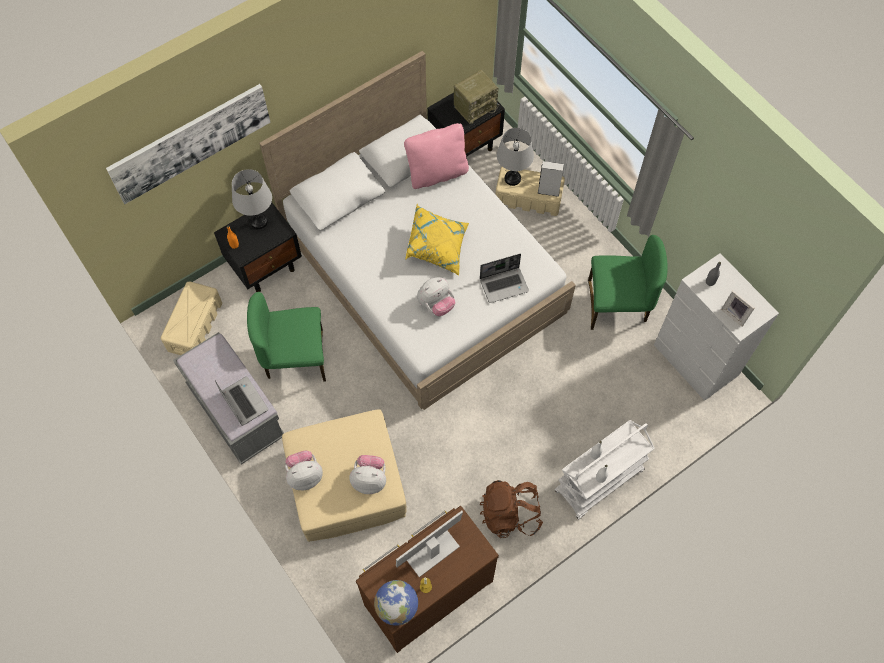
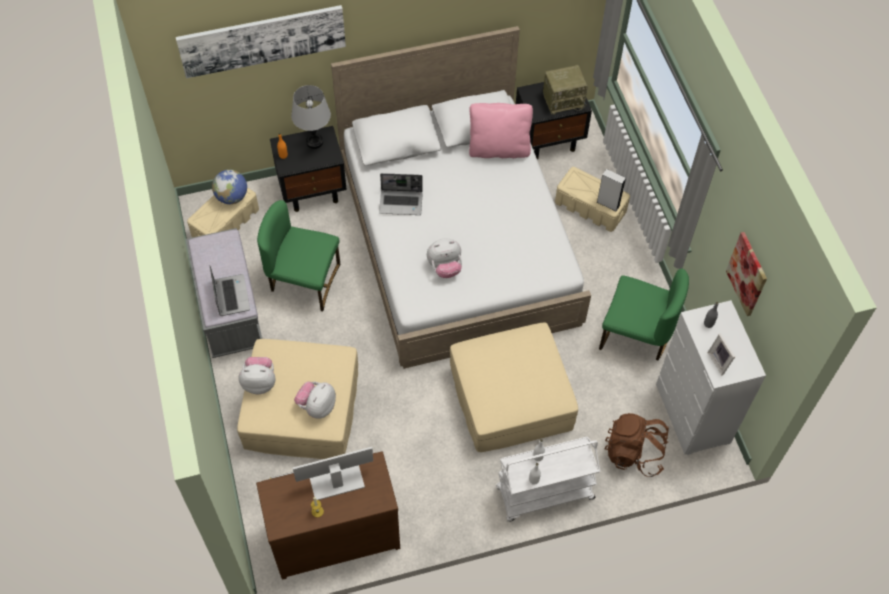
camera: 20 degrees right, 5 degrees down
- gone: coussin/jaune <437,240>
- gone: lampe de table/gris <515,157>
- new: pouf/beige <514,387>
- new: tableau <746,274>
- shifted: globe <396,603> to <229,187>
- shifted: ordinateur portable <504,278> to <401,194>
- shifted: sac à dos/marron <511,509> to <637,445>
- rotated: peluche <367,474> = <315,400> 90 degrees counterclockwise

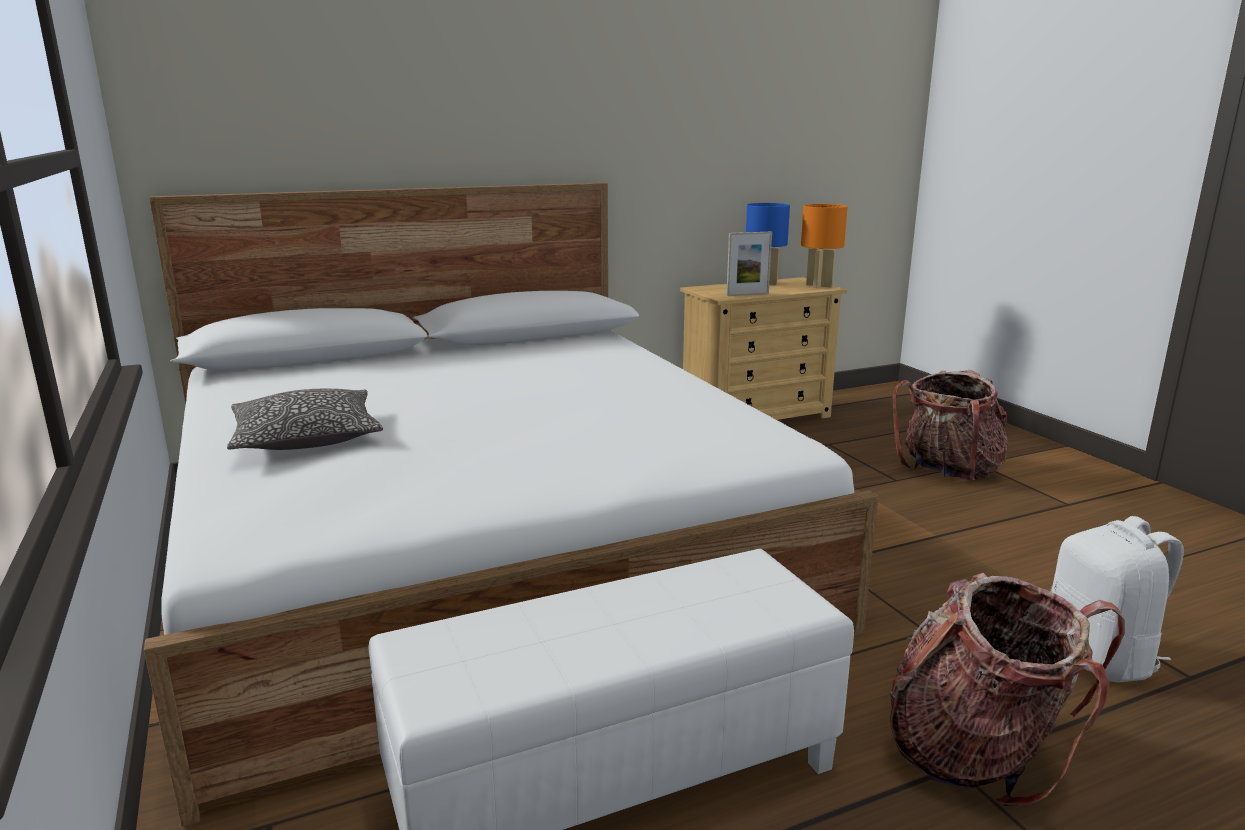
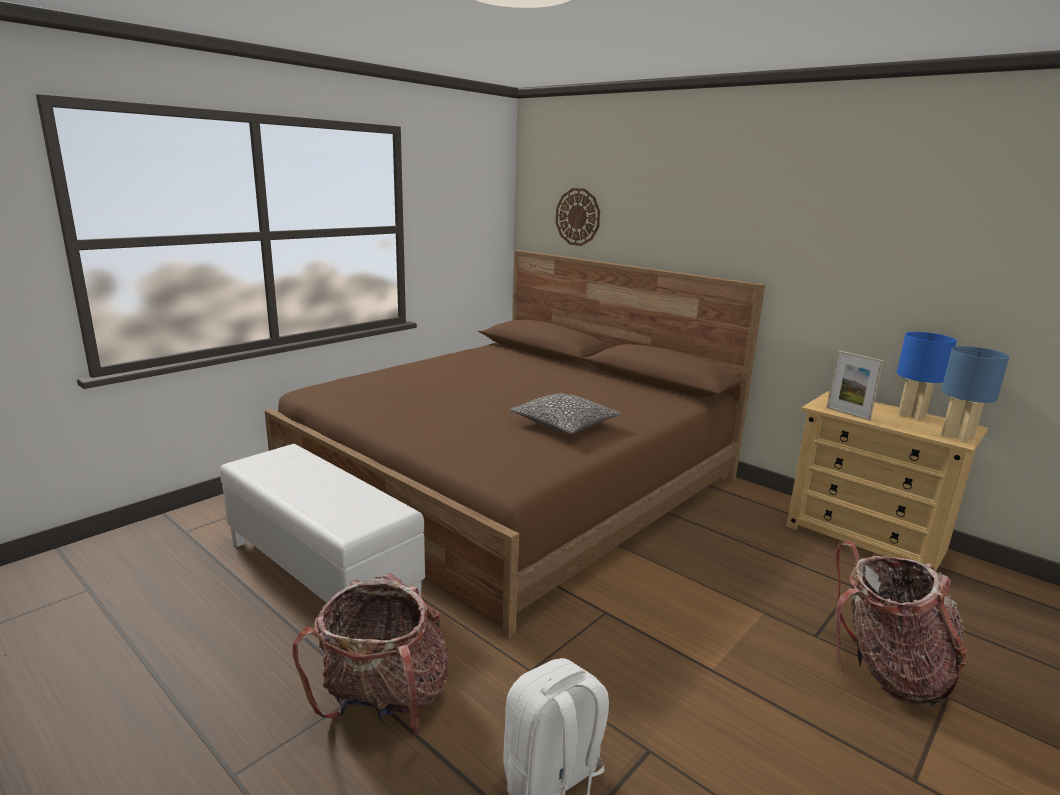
camera: 65 degrees right, 0 degrees up
- new: horloge murale <577,217>
- shifted: coussin <305,419> to <565,413>
- repainted: lit/blanc <511,504> to lit/marron <515,444>
- repainted: lampe de table/orange <824,246> to lampe de table/bleu <975,394>

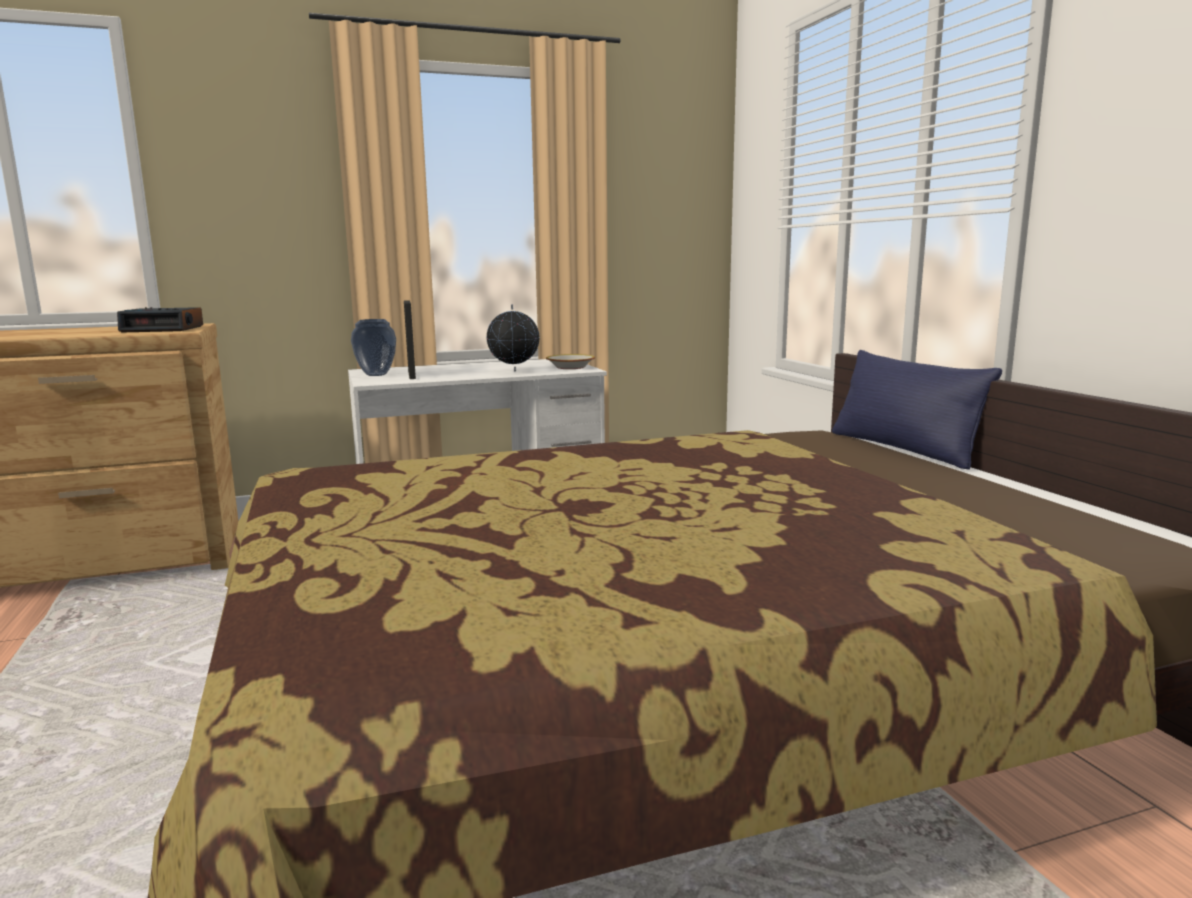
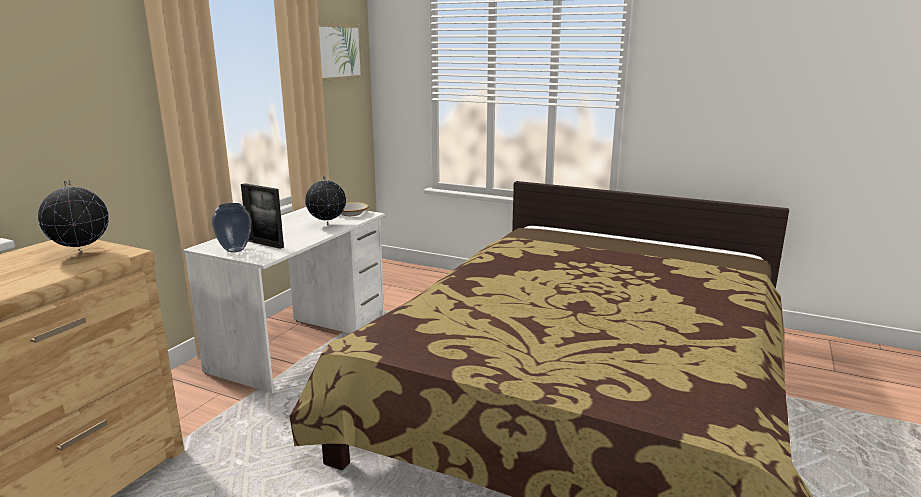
camera: 45 degrees left, 5 degrees up
- gone: coussin/bleu <917,410>
- new: tableau <341,52>
- swapped: réveil <160,319> to globe <73,217>

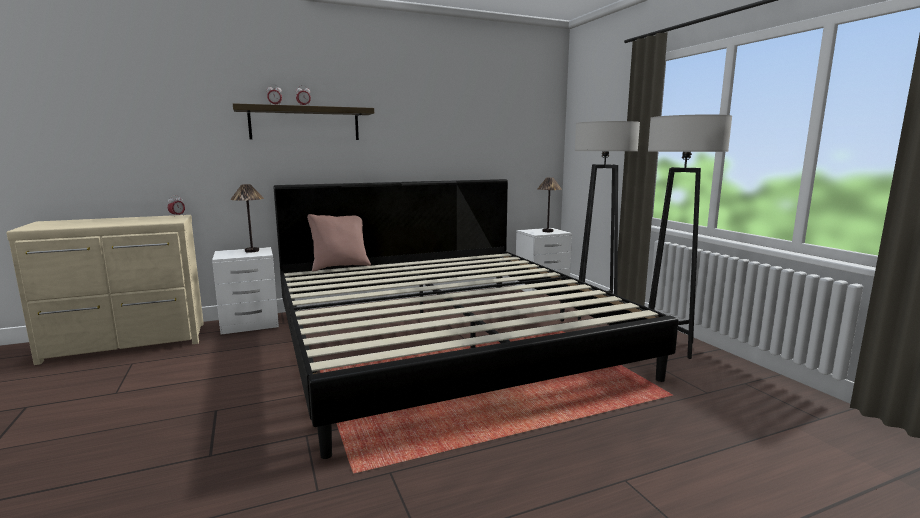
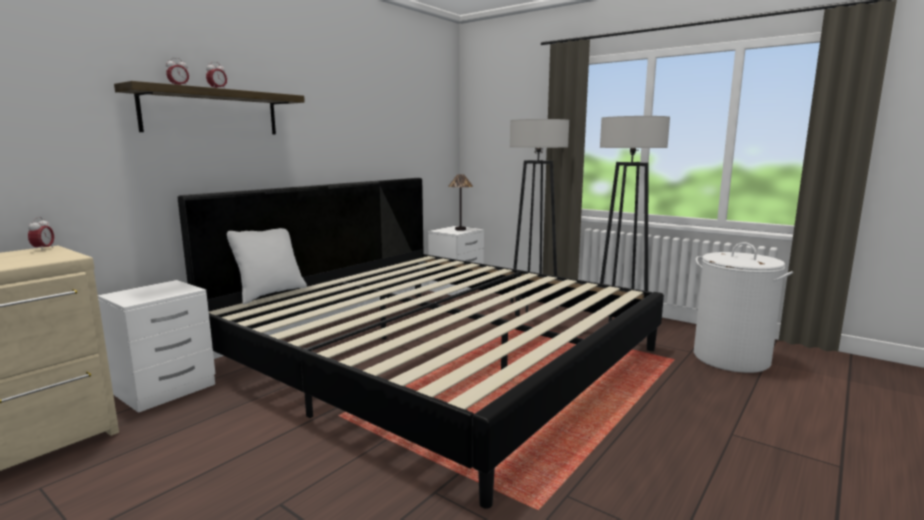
camera: 30 degrees left, 0 degrees up
- gone: lampe de table <247,218>
- new: panier à linge/blanc <743,307>
- repainted: coussin/rose <339,243> to coussin/blanc <267,266>

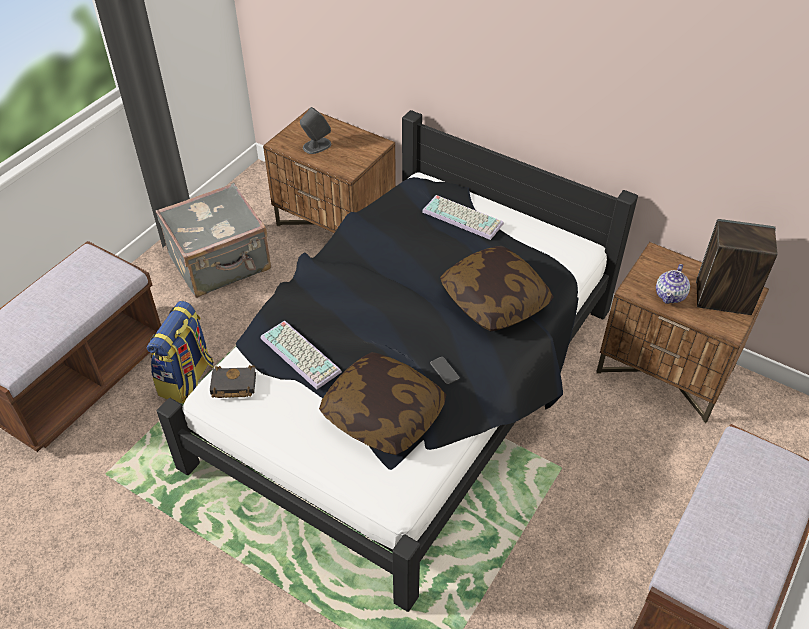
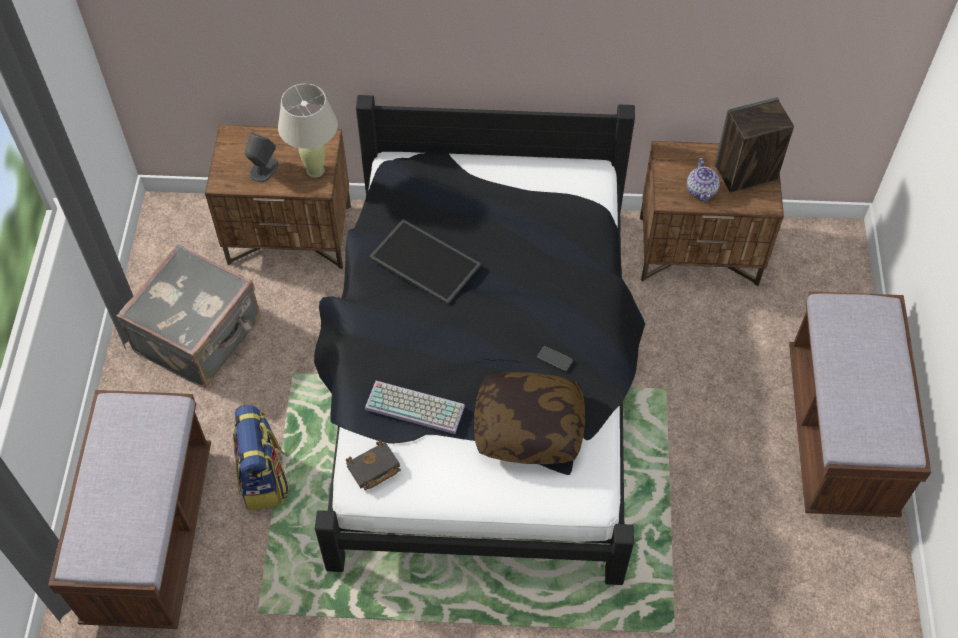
camera: 30 degrees left, 10 degrees up
- gone: clavier <463,217>
- gone: coussin <497,288>
- new: lampe de table/beige <308,130>
- new: plateau <425,262>

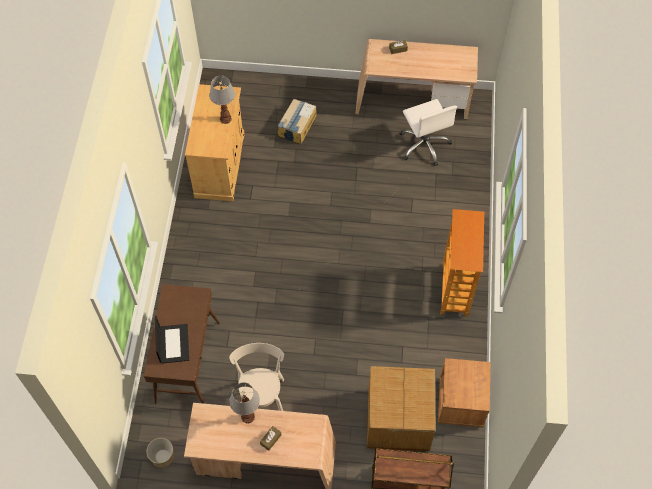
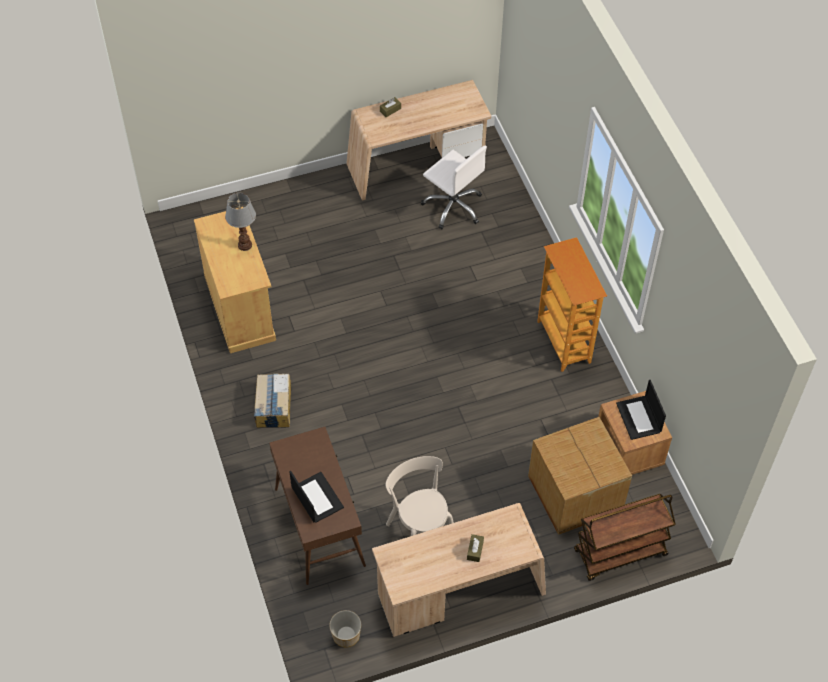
camera: 25 degrees left, 5 degrees down
- gone: lampe de table <244,403>
- new: ordinateur portable <641,410>
- shifted: carton <297,121> to <272,400>

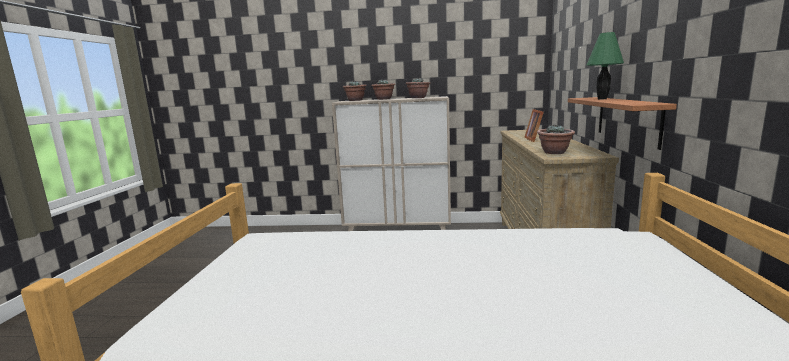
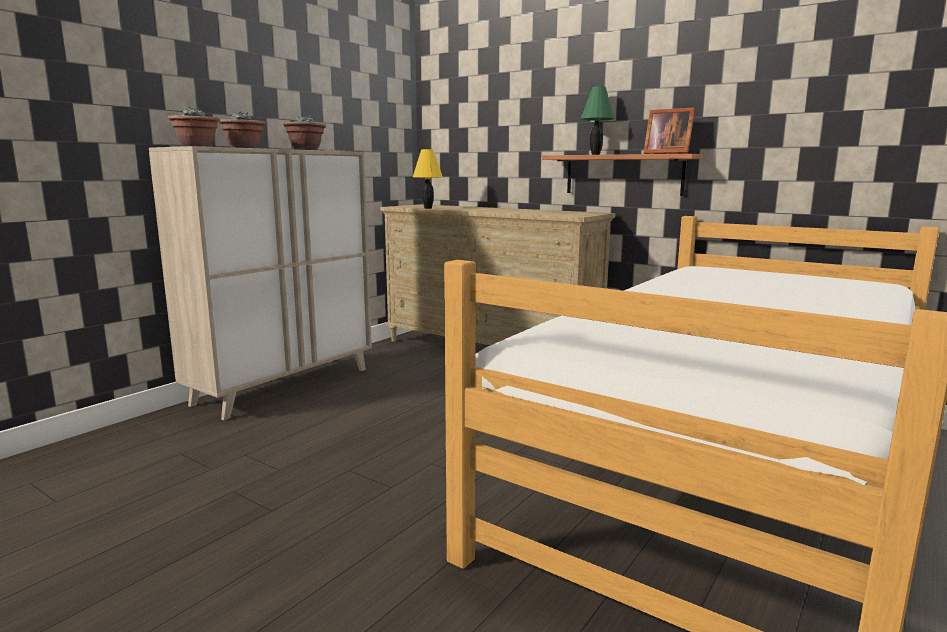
camera: 60 degrees left, 0 degrees up
- gone: plante en pot <556,139>
- new: lampe de table/jaune <428,179>
- shifted: cadre photo <534,125> to <669,131>

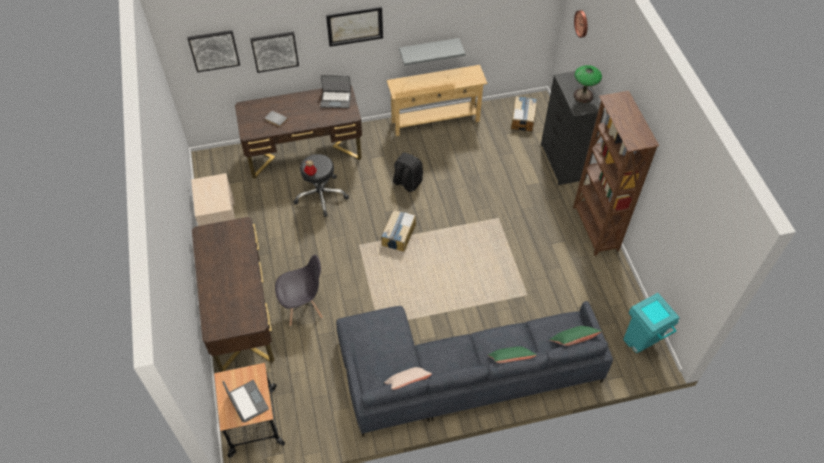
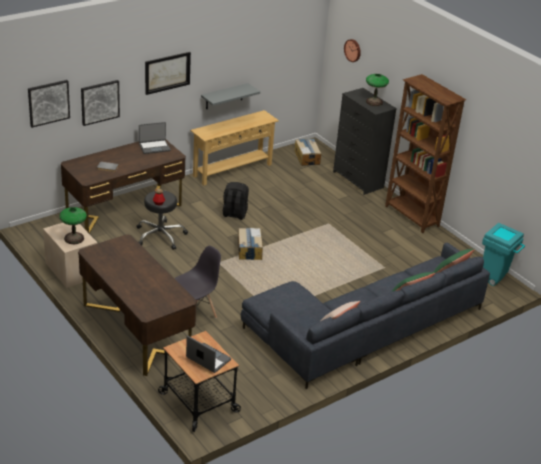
camera: 25 degrees left, 20 degrees down
- new: lampe de table <73,225>

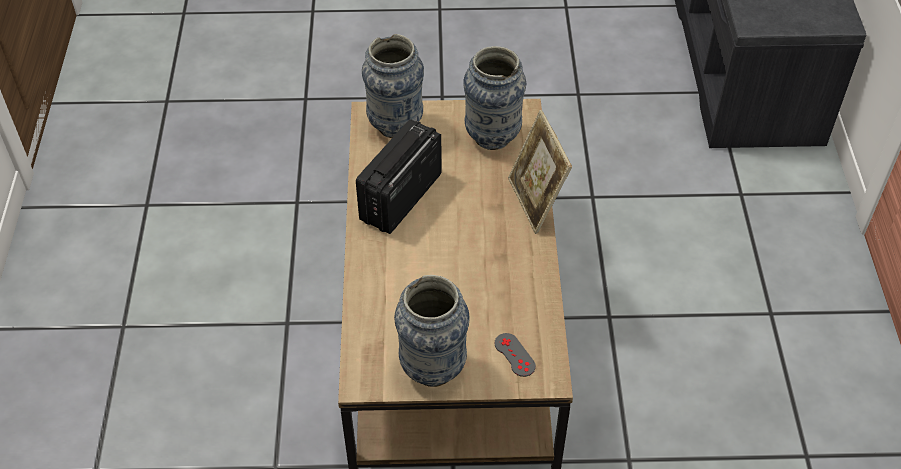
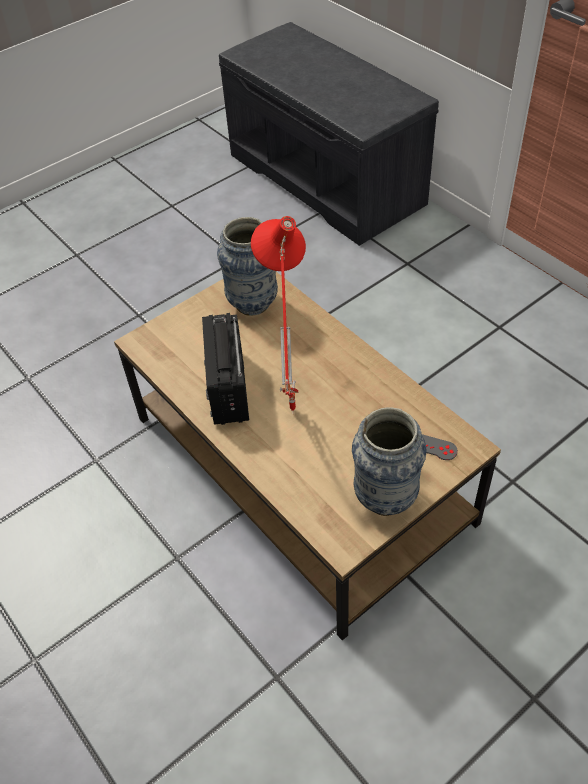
camera: 35 degrees left, 0 degrees up
- gone: vase <393,86>
- gone: cadre photo <540,172>
- new: lampe de table/rouge <278,313>

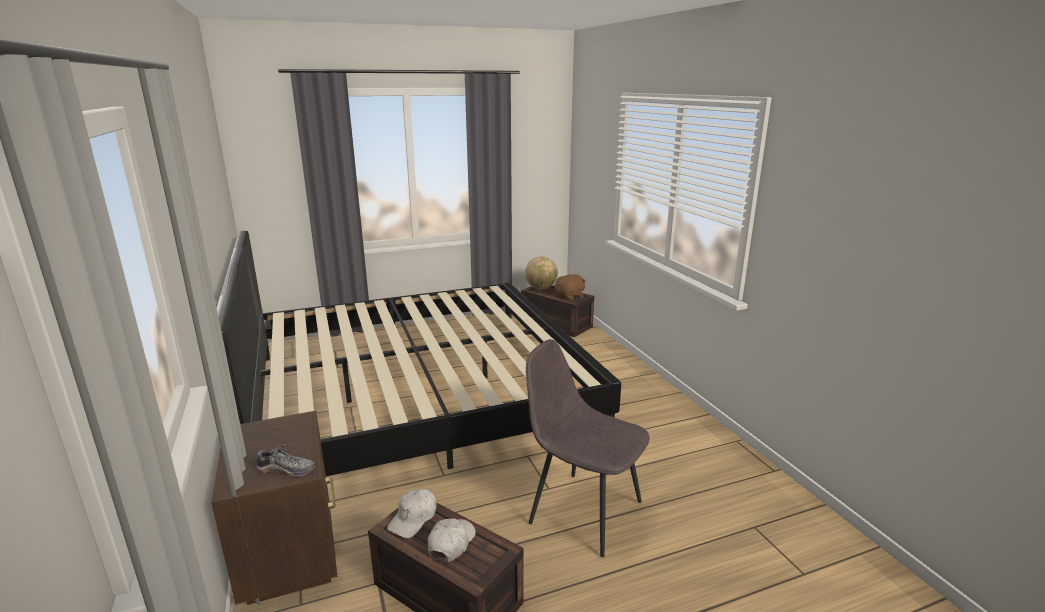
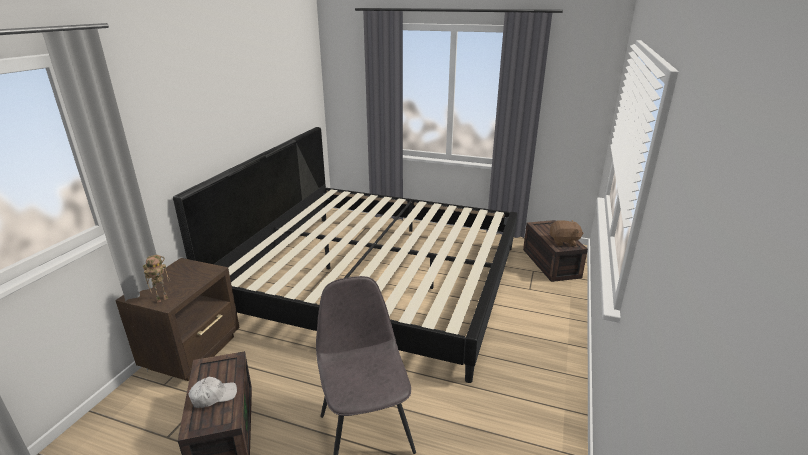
camera: 40 degrees right, 5 degrees up
- gone: casquette/blanc <412,513>
- gone: globe <541,272>
- swapped: chaussure <285,460> to robot jouet <156,278>

